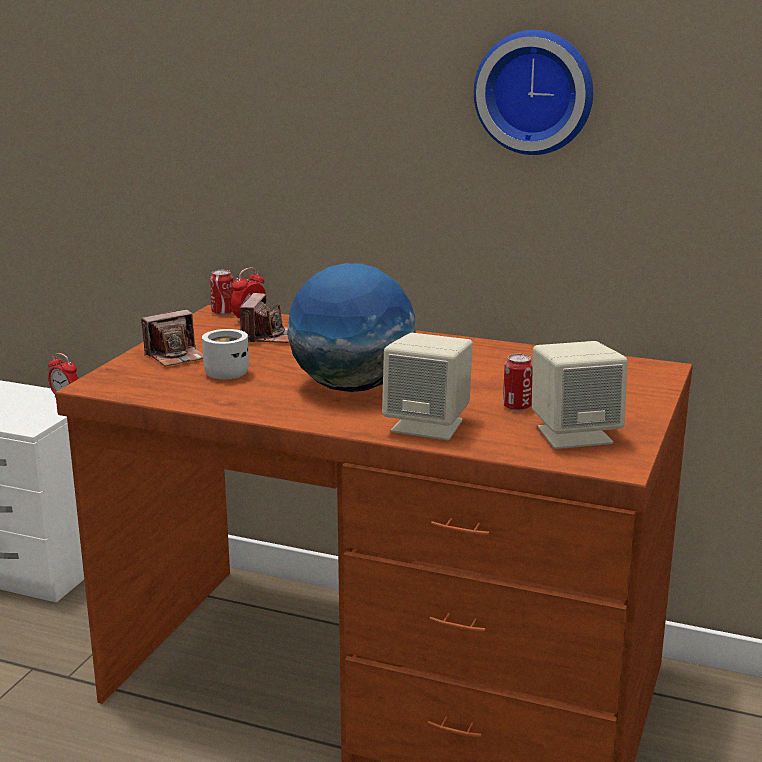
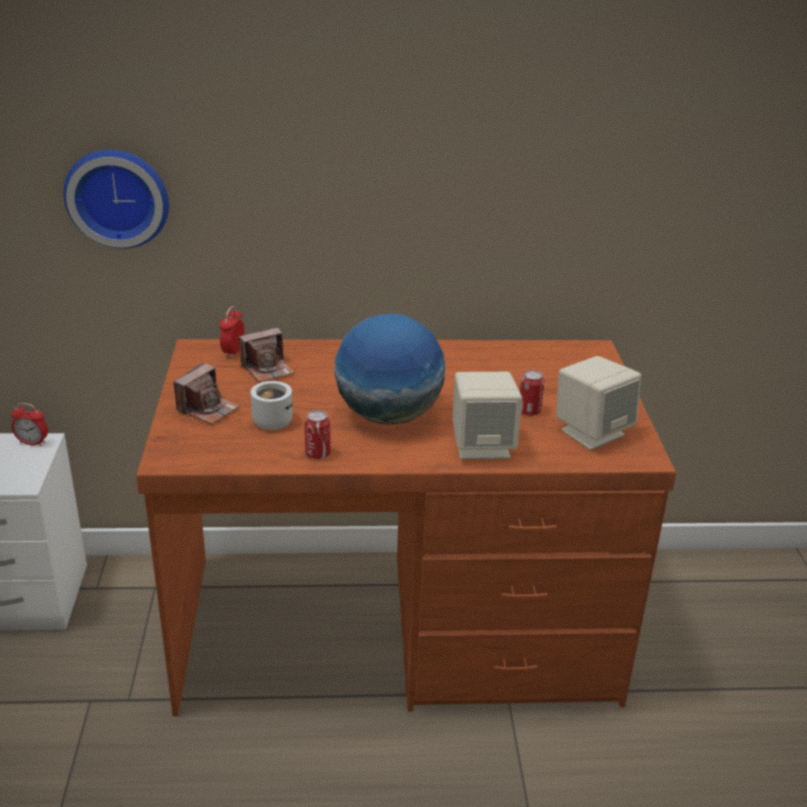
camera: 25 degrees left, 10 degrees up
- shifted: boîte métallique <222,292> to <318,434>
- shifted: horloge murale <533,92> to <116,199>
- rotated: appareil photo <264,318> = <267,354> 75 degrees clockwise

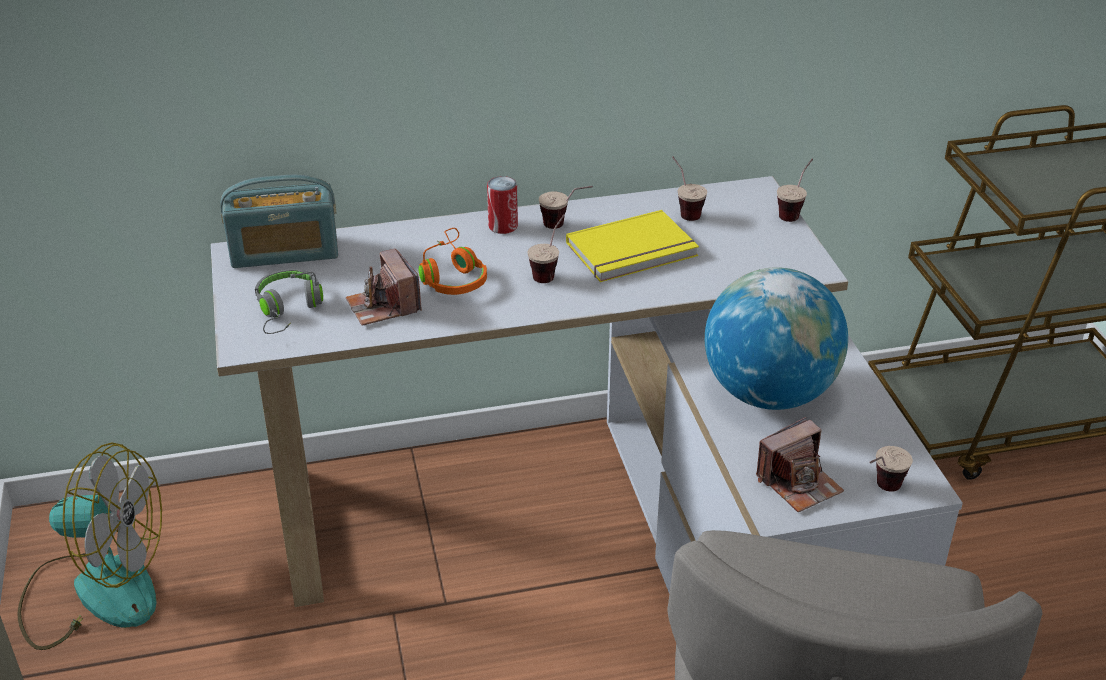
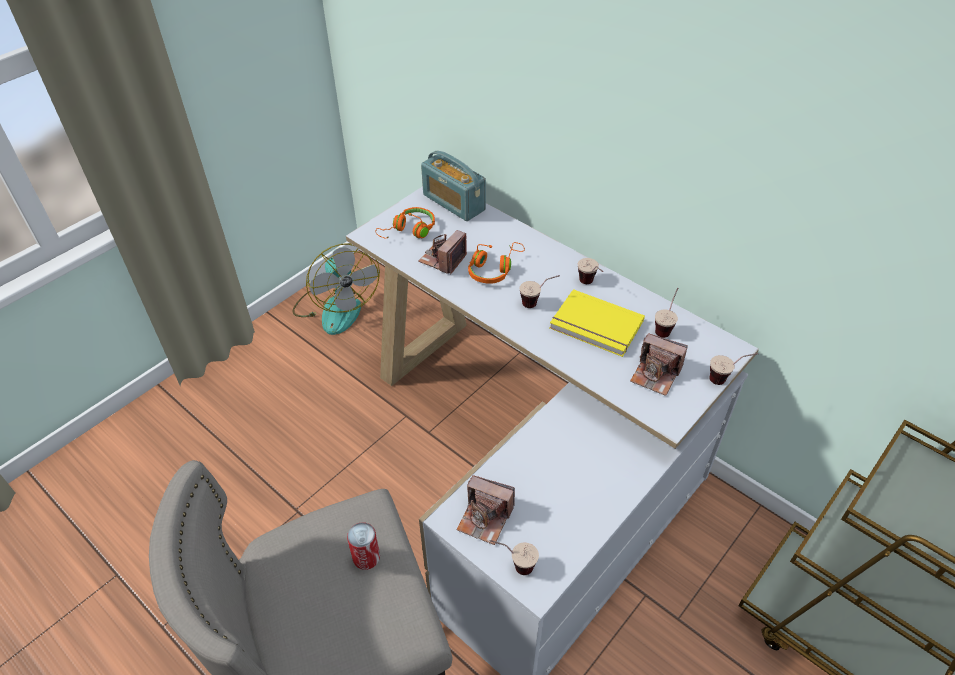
camera: 55 degrees right, 10 degrees up
- gone: globe <776,338>
- new: appareil photo <659,364>
- shifted: boîte métallique <502,205> to <363,546>
- repainted: casque audio/gris <289,301> to casque audio/orange <405,223>

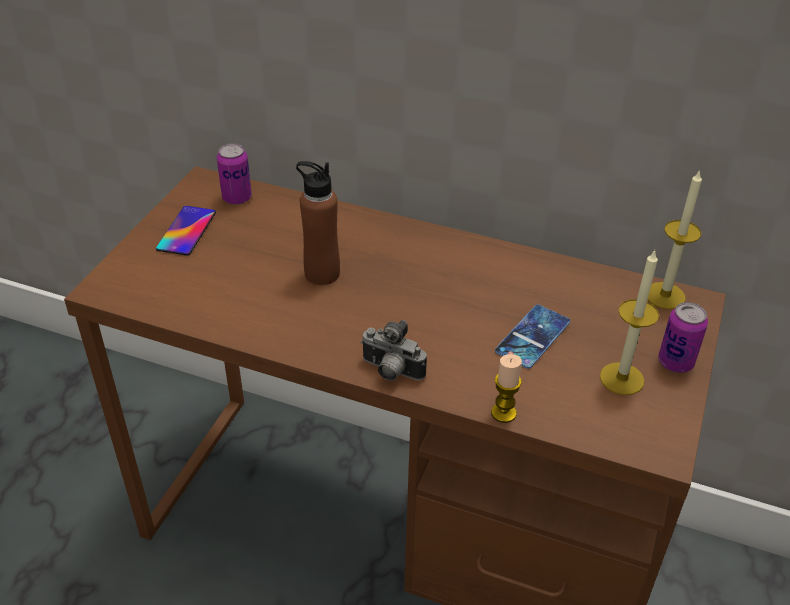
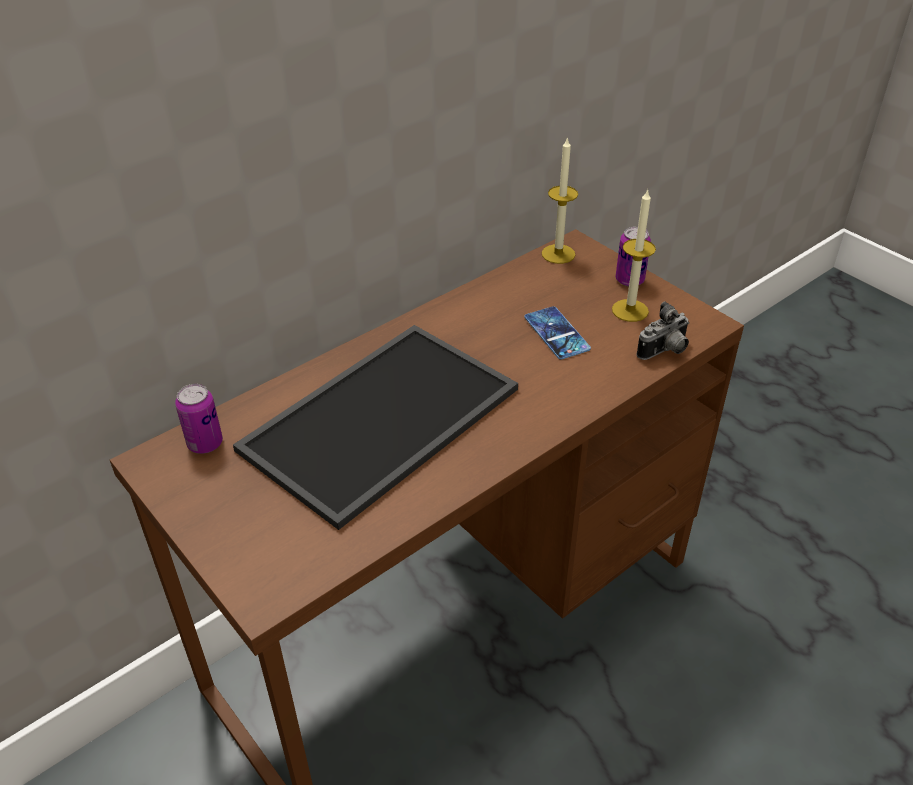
camera: 60 degrees left, 0 degrees up
- gone: téléphone <186,230>
- gone: bougie <506,388>
- shifted: appareil photo <394,350> to <663,330>
- swapped: bouteille/marron <318,223> to plateau <375,427>

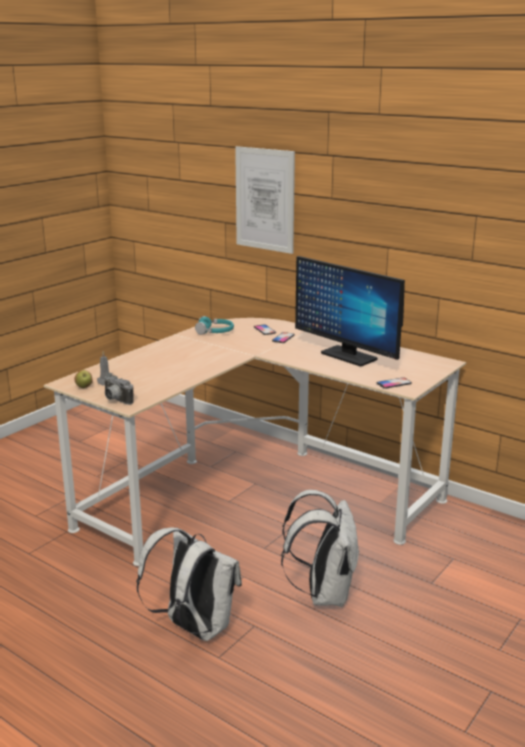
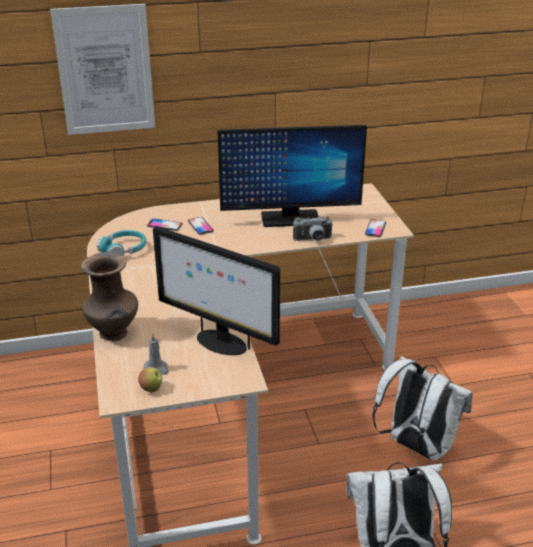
camera: 50 degrees left, 10 degrees up
- new: vase/marron <109,296>
- new: écran d'ordinateur <216,290>
- shifted: appareil photo <119,389> to <313,229>

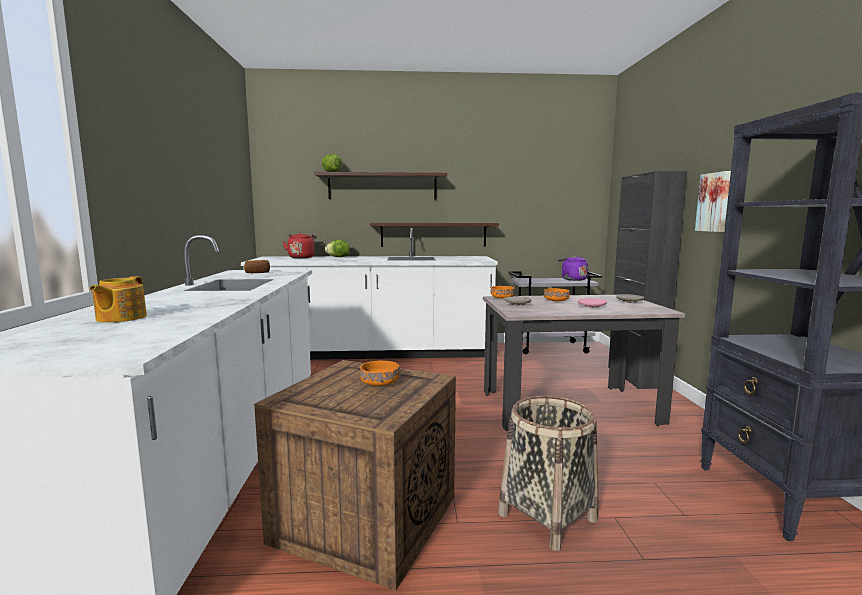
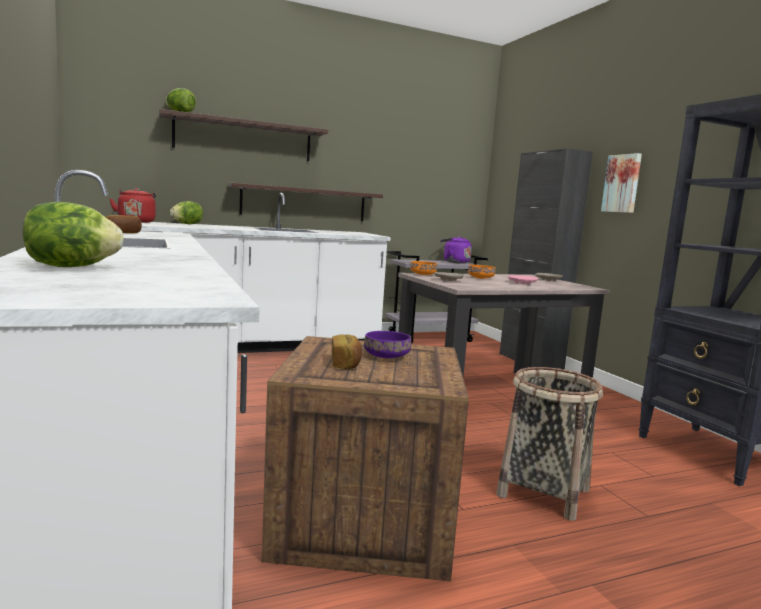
camera: 20 degrees left, 0 degrees up
- new: pain <346,351>
- swapped: théière <118,299> to laitue <73,234>
- repainted: bol/orange <380,373> to bol/violet <387,344>

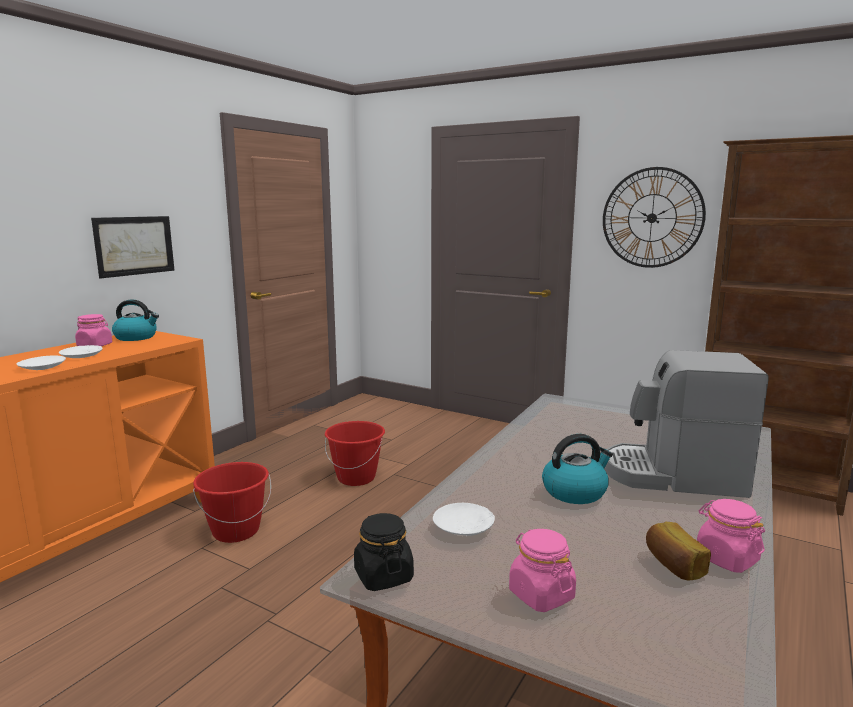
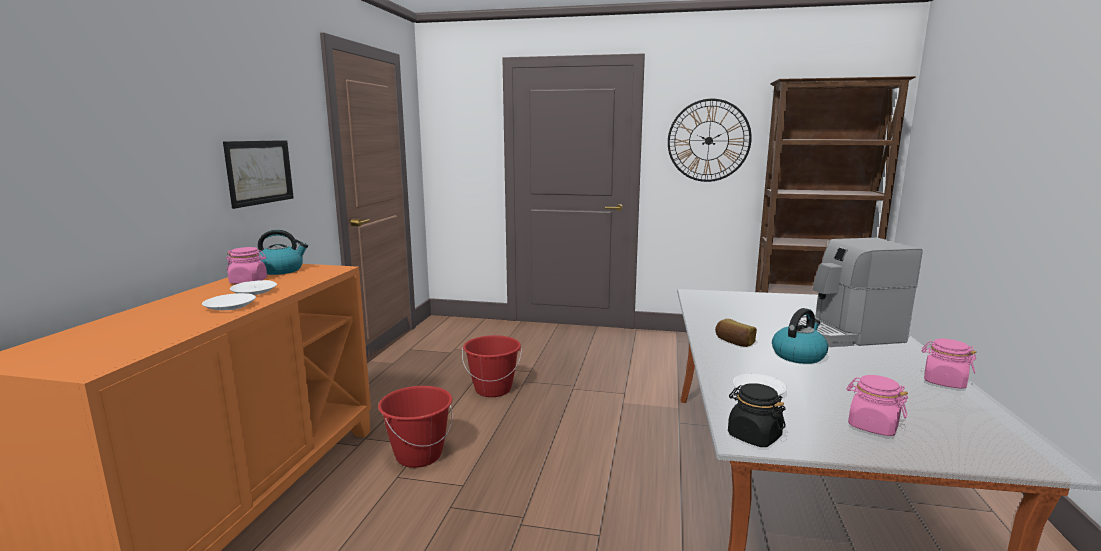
camera: 20 degrees left, 0 degrees up
- shifted: pain <678,551> to <736,333>

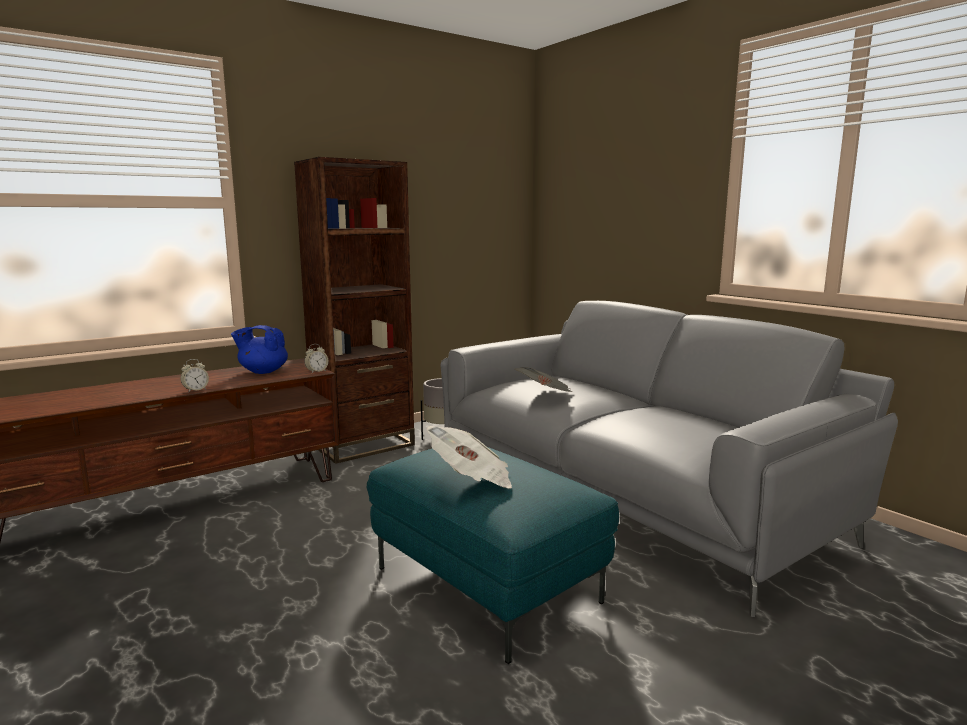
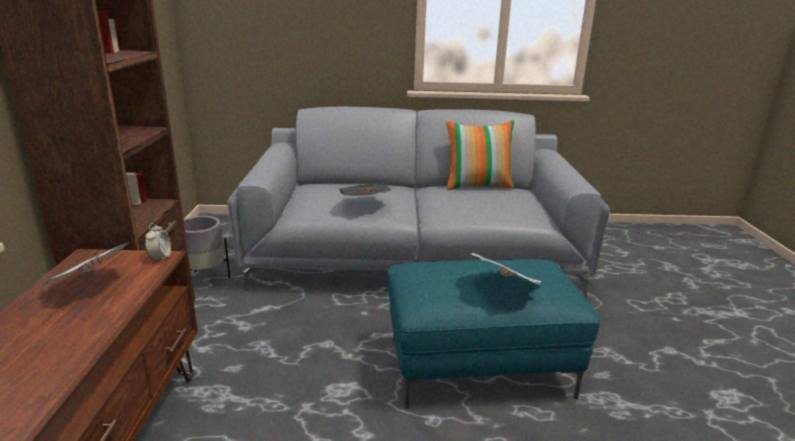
camera: 55 degrees left, 10 degrees up
- gone: réveil <195,376>
- new: coussin <480,155>
- swapped: théière/bleu <259,349> to journal <84,265>

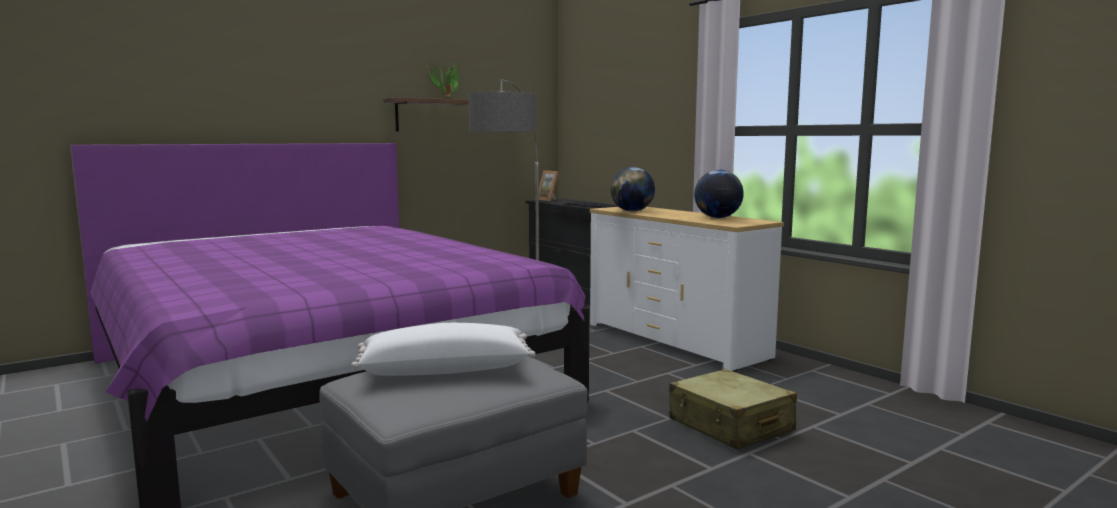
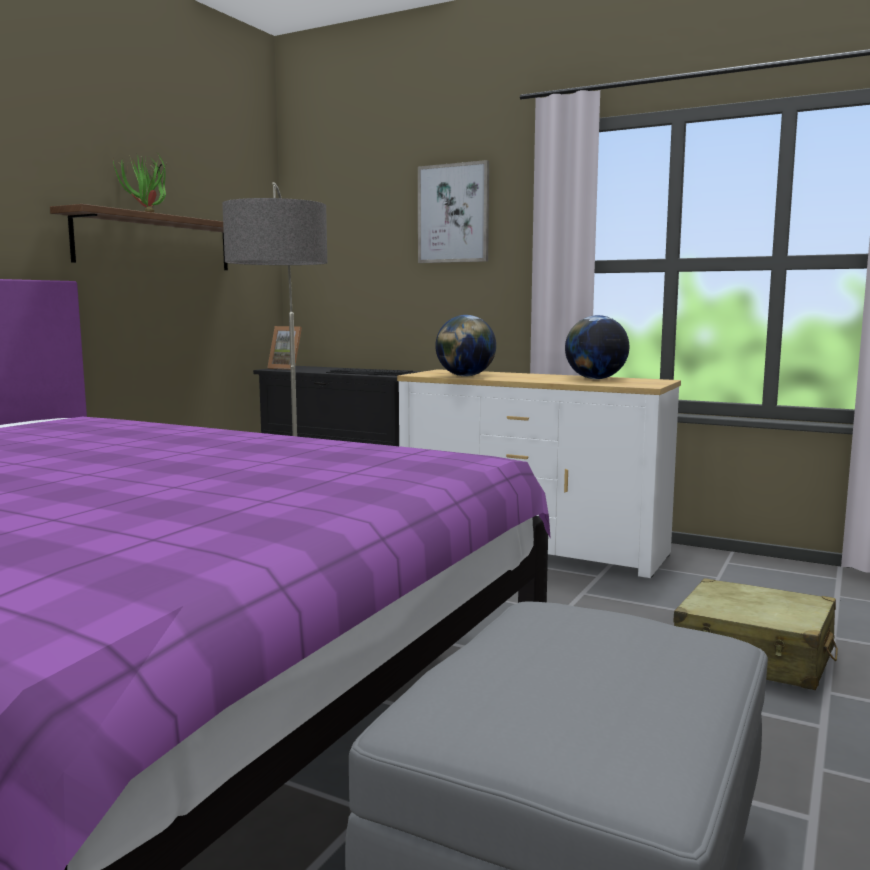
camera: 25 degrees left, 0 degrees up
- gone: coussin/blanc <443,349>
- new: tableau <453,211>

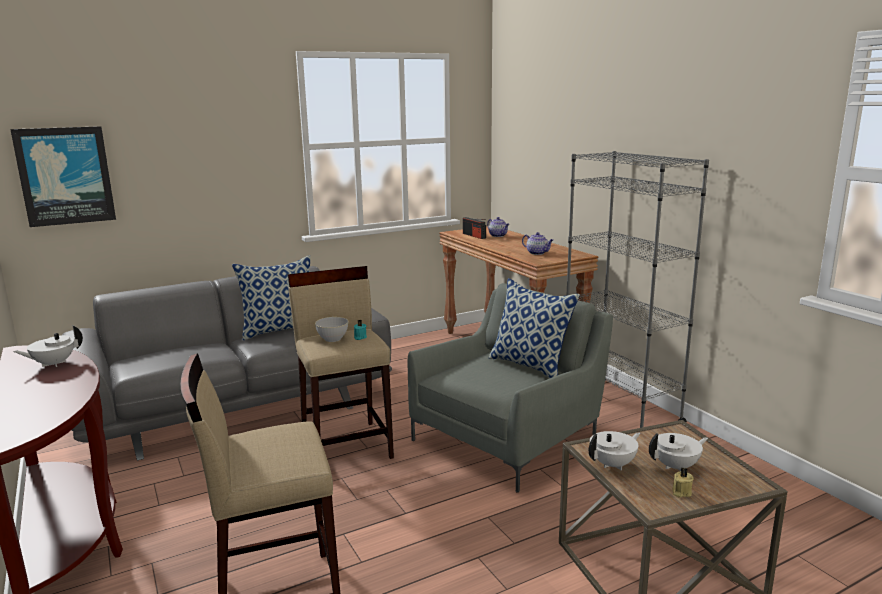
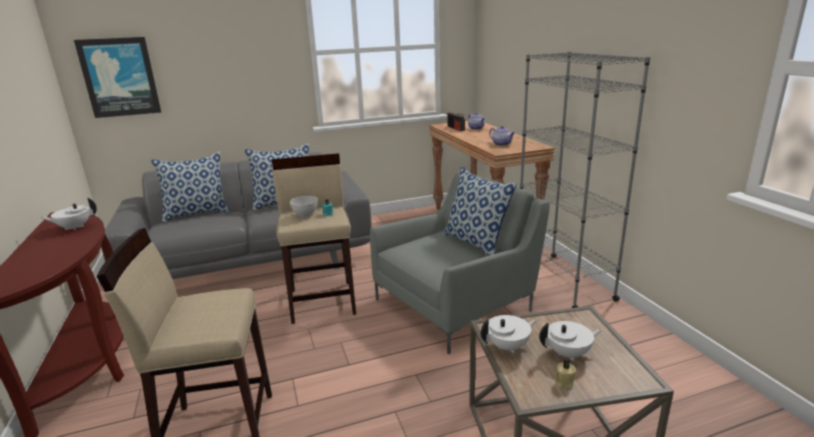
camera: 10 degrees right, 5 degrees up
- new: coussin <190,187>

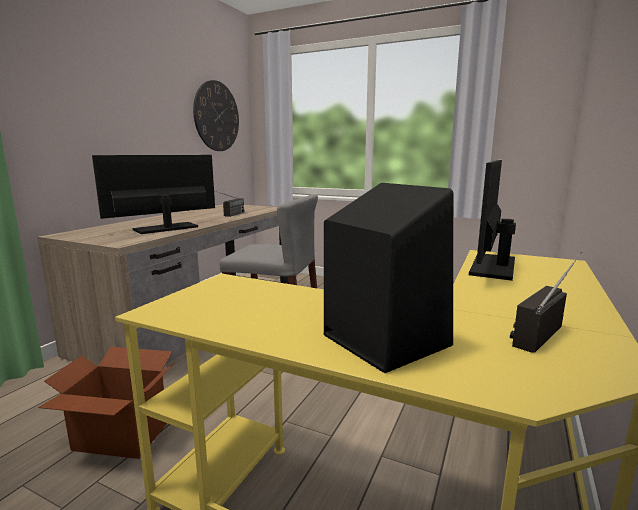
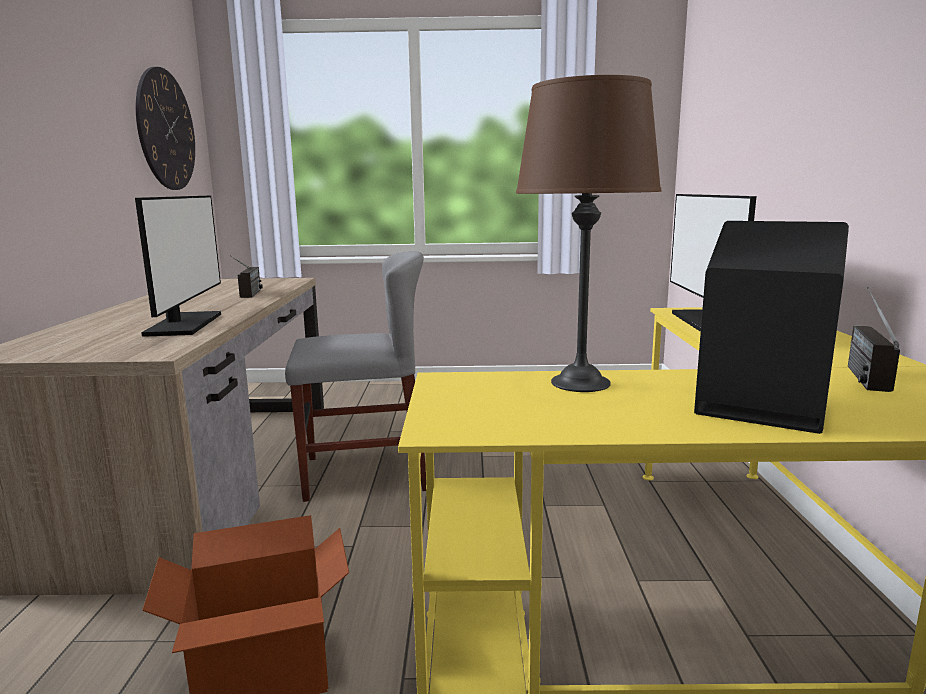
camera: 25 degrees left, 0 degrees up
- new: lampe de table/marron <588,233>
- rotated: écran d'ordinateur <153,194> = <178,266> 150 degrees clockwise

